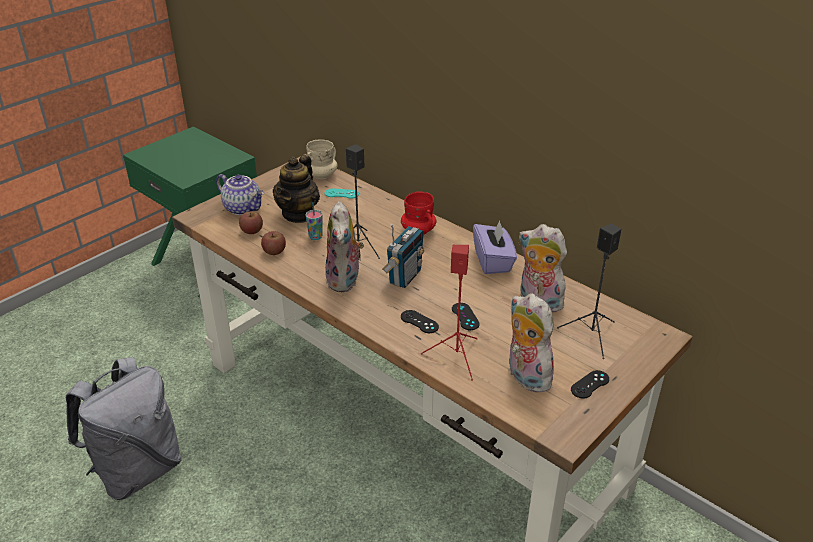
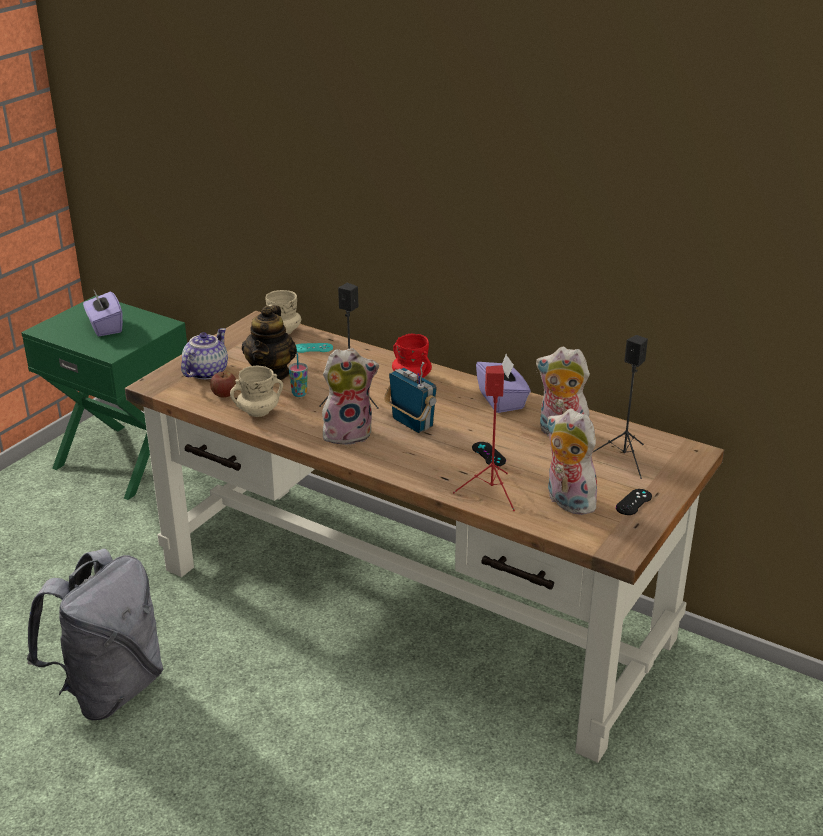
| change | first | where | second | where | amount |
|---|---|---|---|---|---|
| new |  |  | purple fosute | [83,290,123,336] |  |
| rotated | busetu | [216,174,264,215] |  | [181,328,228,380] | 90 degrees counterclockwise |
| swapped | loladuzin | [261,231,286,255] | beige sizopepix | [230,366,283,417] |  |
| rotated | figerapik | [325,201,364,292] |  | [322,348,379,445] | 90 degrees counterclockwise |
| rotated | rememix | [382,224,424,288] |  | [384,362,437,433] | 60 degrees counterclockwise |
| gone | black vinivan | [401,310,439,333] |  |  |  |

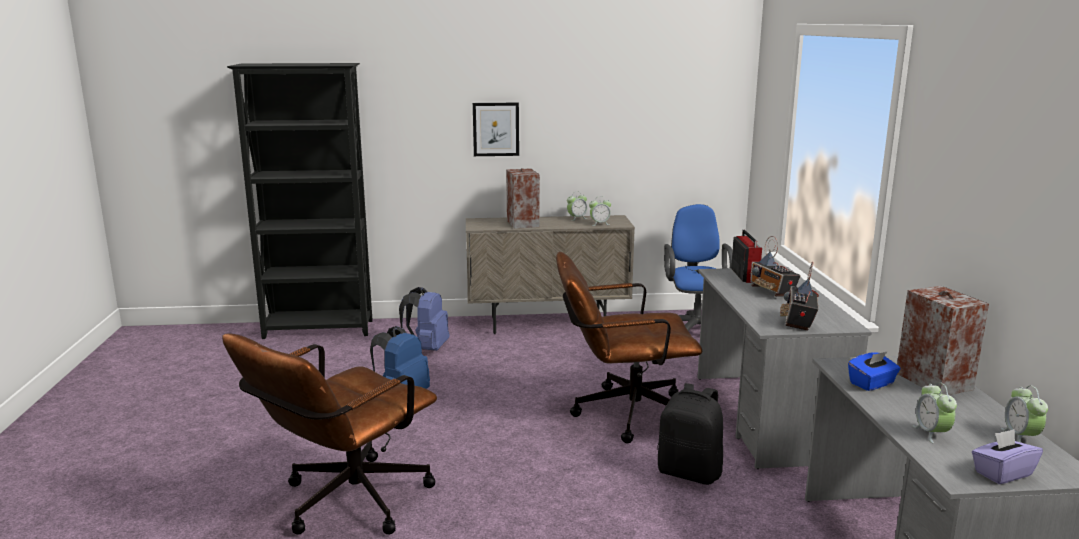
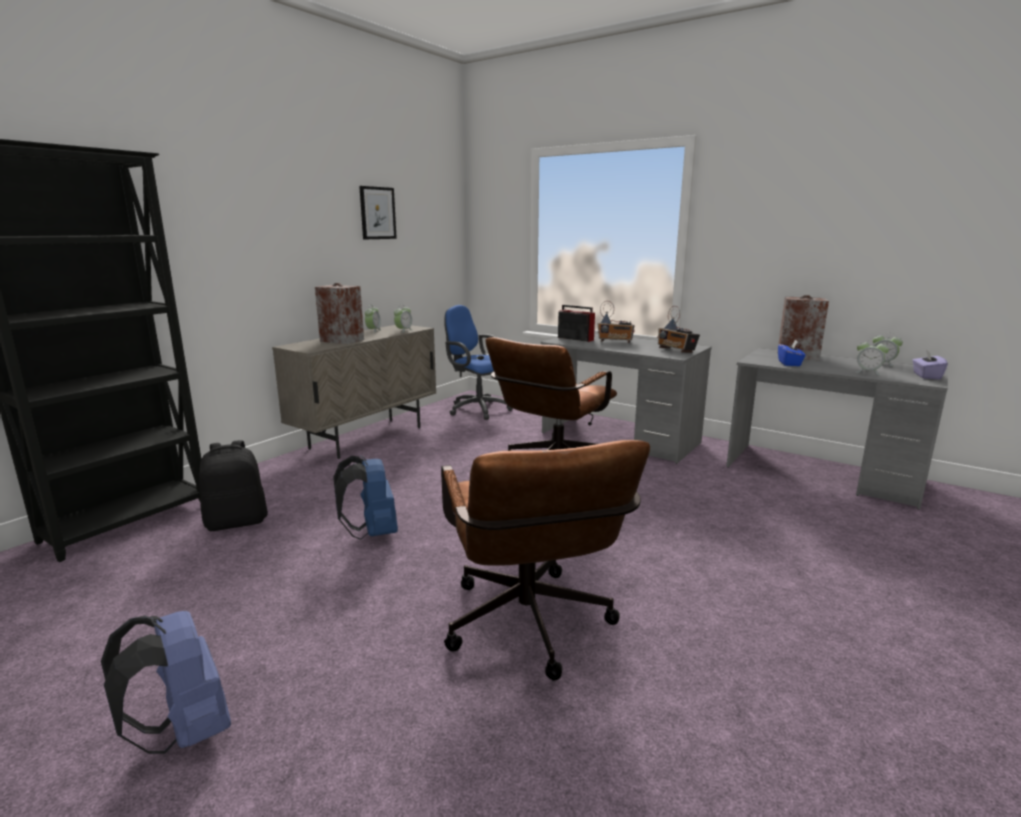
| change | first | where | second | where | amount |
|---|---|---|---|---|---|
| shifted | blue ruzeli | [399,287,450,351] |  | [101,611,231,754] |  |
| shifted | black ruzeli | [657,383,723,485] |  | [199,440,268,531] |  |
| shifted | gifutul | [473,103,519,156] |  | [359,186,397,239] |  |

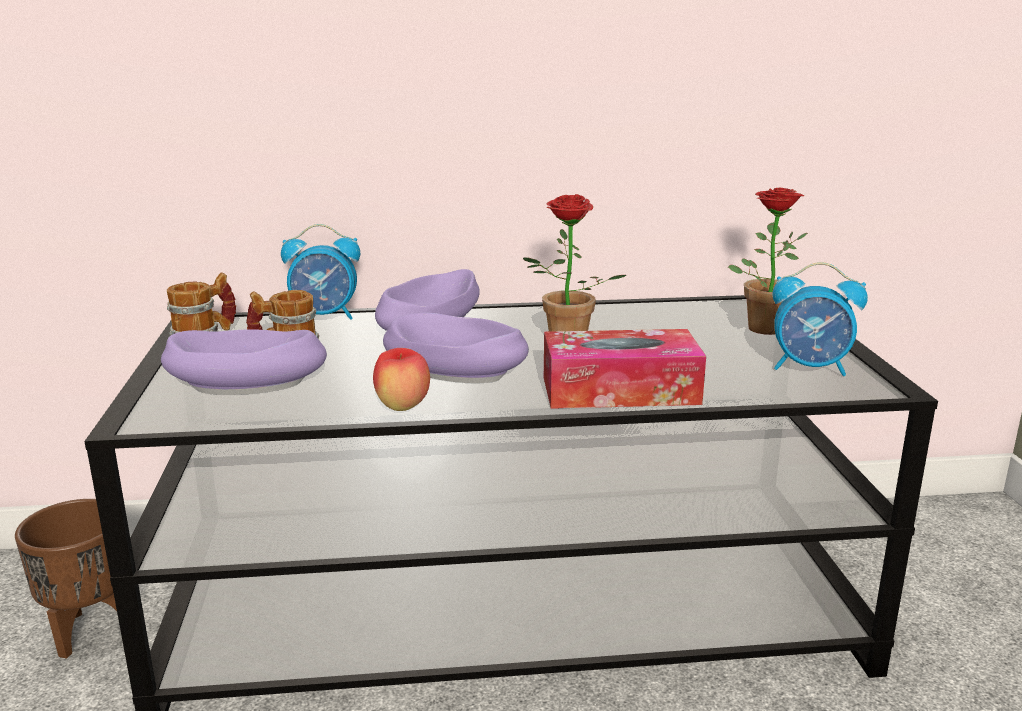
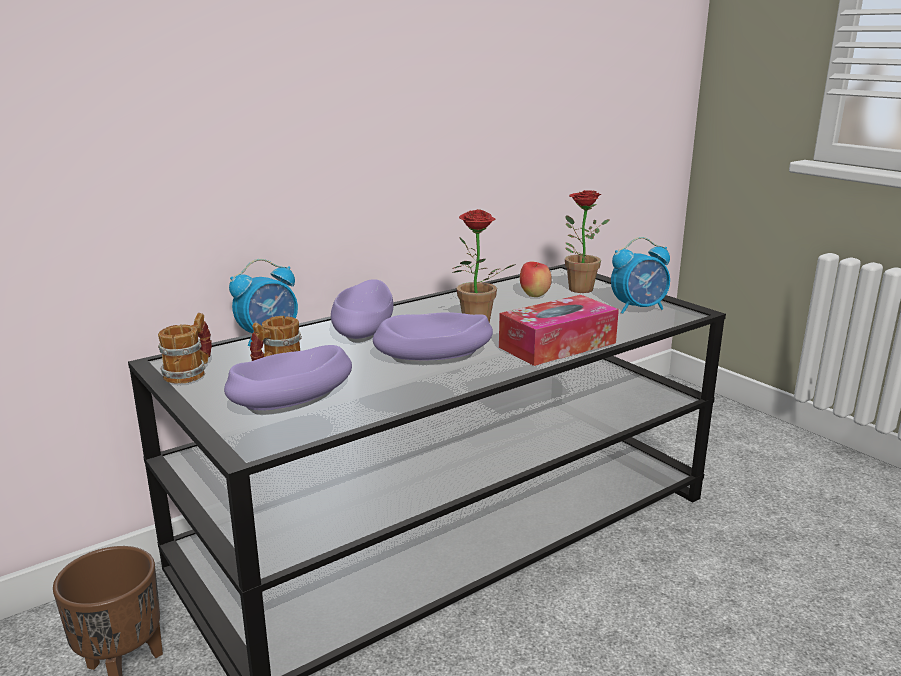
| change | first | where | second | where | amount |
|---|---|---|---|---|---|
| shifted | loladuzin | [373,348,430,411] |  | [520,262,552,297] |  |

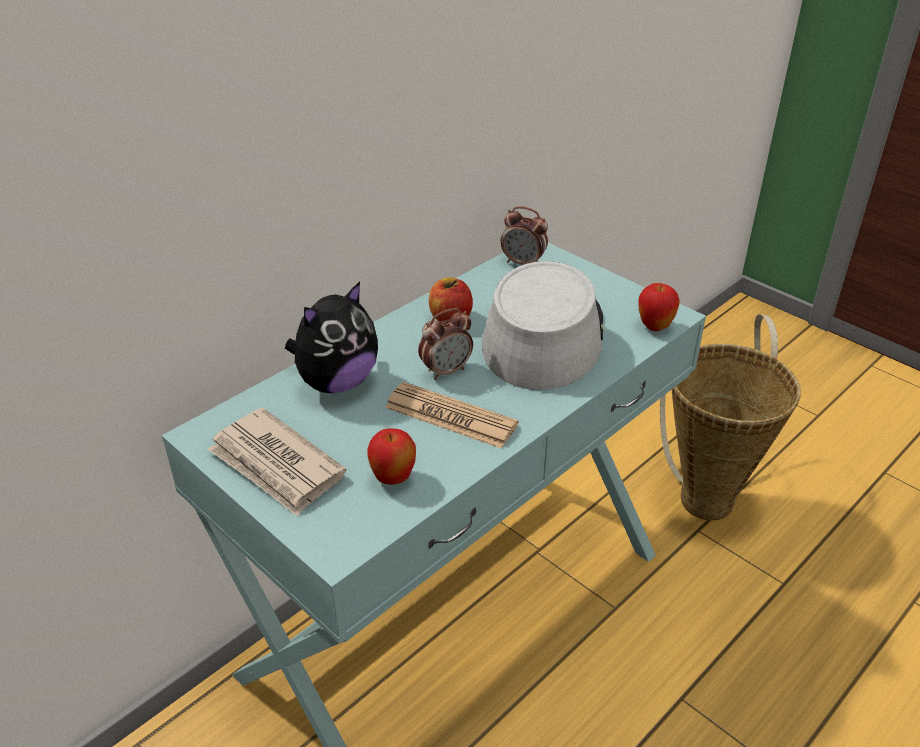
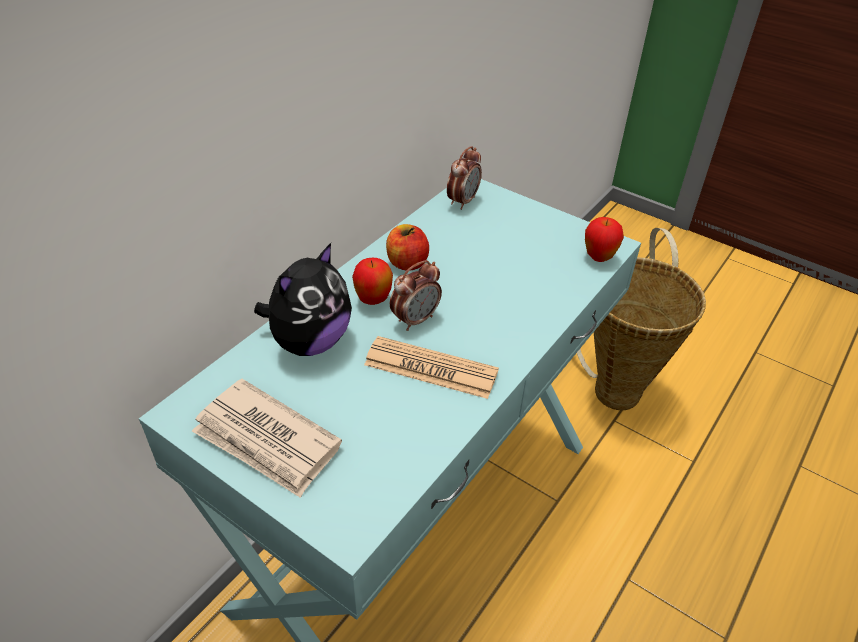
| change | first | where | second | where | amount |
|---|---|---|---|---|---|
| shifted | loladuzin | [367,428,416,485] |  | [352,258,393,305] |  |
| rotated | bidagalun | [501,206,548,265] |  | [447,146,482,210] | 75 degrees counterclockwise |
| gone | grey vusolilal | [482,261,604,390] |  |  |  |

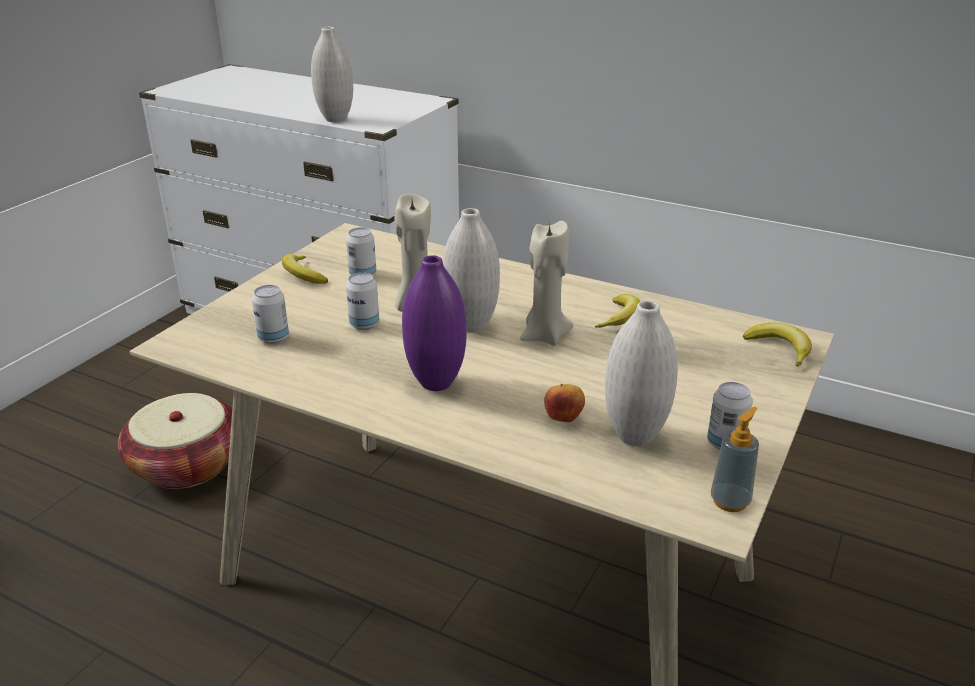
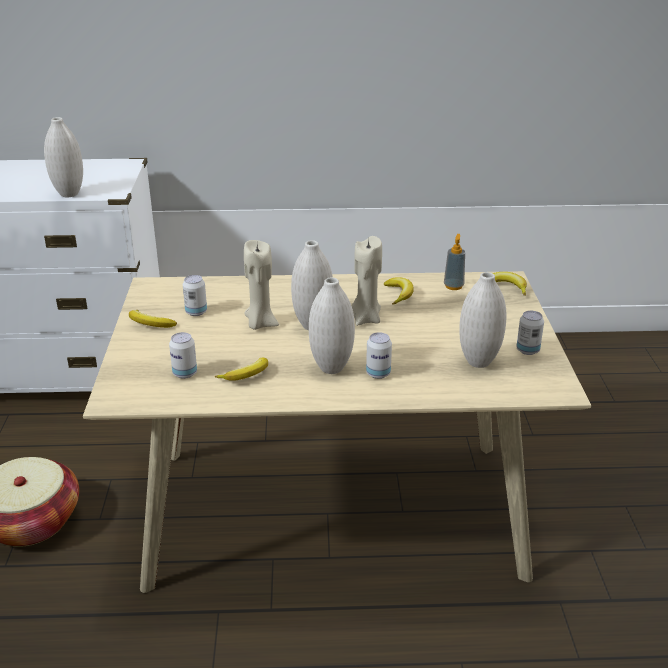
| change | first | where | second | where | amount |
|---|---|---|---|---|---|
| new |  |  | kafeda | [215,357,268,381] |  |
| repainted | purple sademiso | [402,255,467,391] | white sademiso | [309,277,355,374] |  |
| shifted | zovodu | [346,272,379,330] |  | [366,333,392,379] |  |
| shifted | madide | [711,407,759,512] |  | [444,234,465,290] |  |
| gone | loladuzin | [544,384,585,422] |  |  |  |

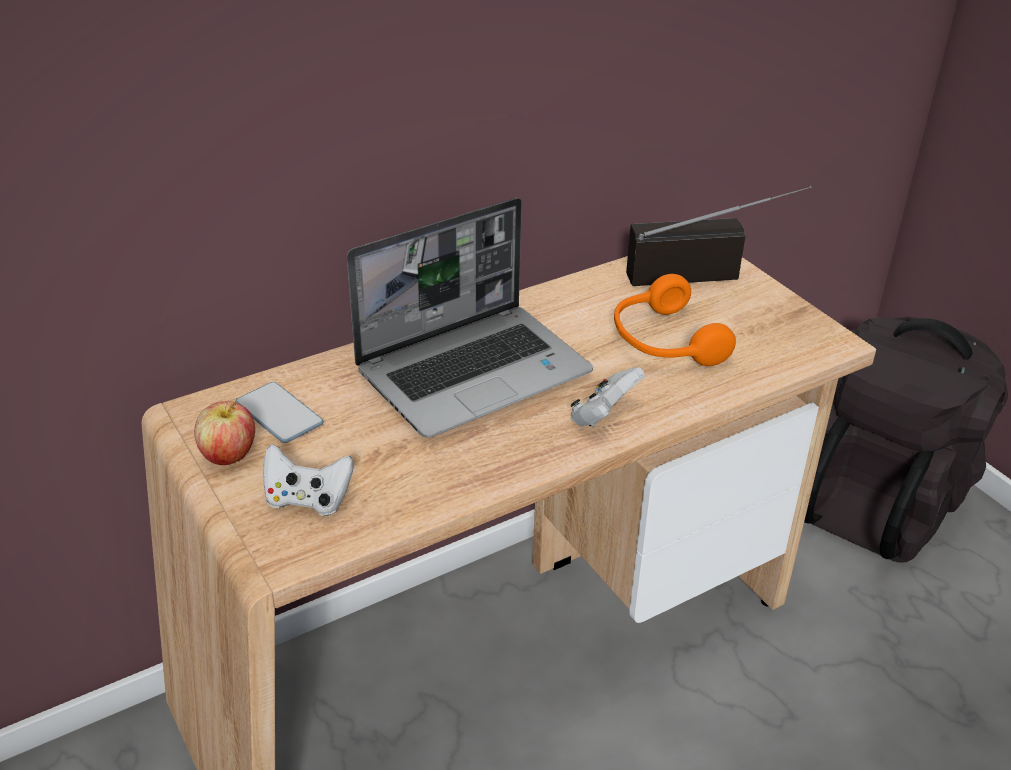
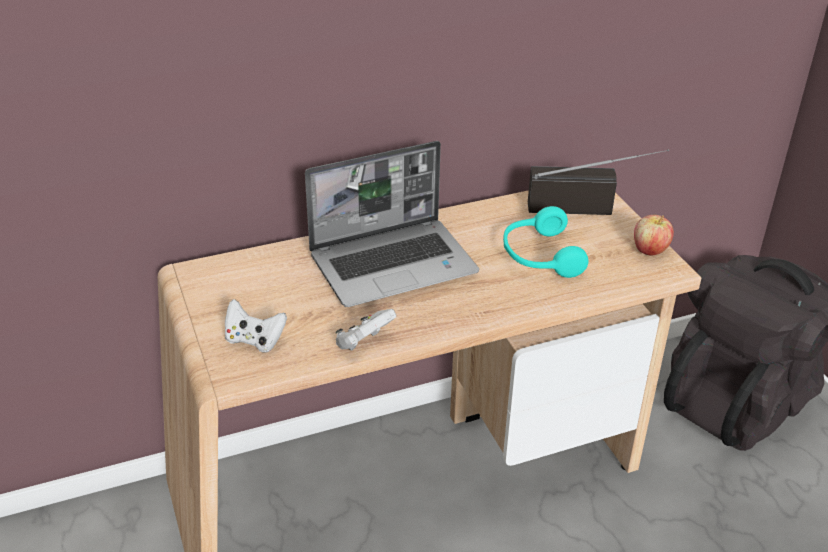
| change | first | where | second | where | amount |
|---|---|---|---|---|---|
| shifted | white vinivan | [571,367,645,426] |  | [336,309,397,351] |  |
| repainted | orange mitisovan | [614,274,736,366] | turquoise mitisovan | [503,206,588,278] |  |
| shifted | loladuzin | [194,401,255,465] |  | [634,215,674,255] |  |
| gone | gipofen | [235,382,323,443] |  |  |  |

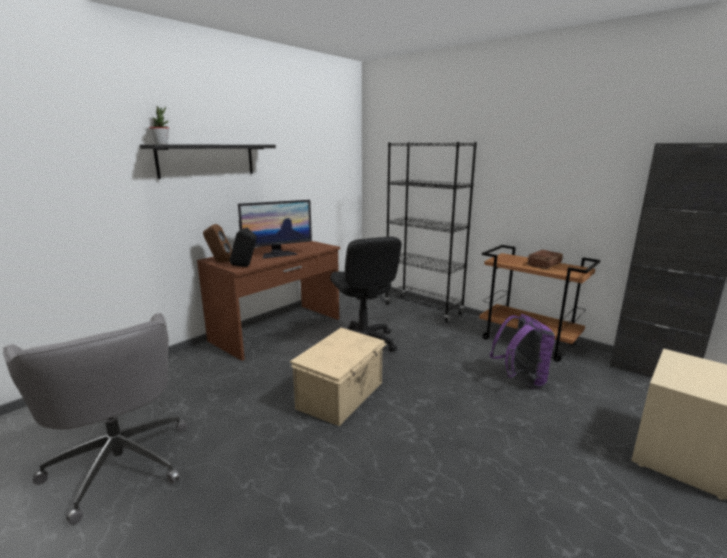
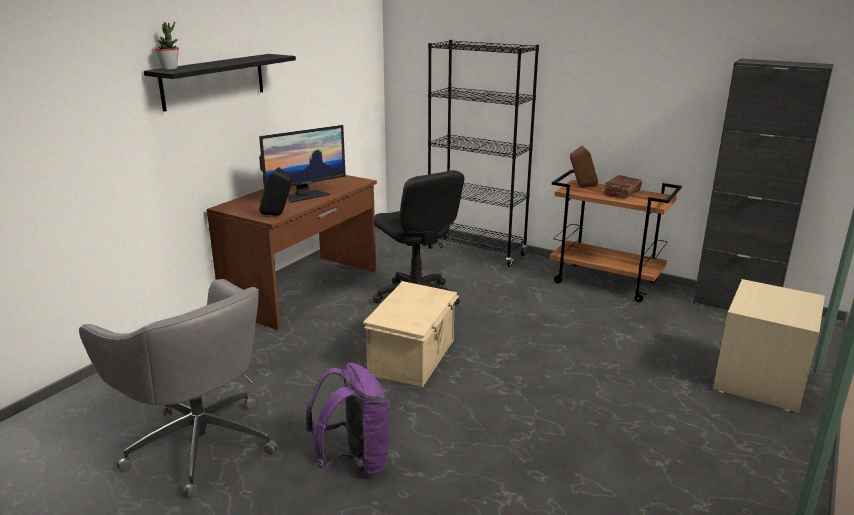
| change | first | where | second | where | amount |
|---|---|---|---|---|---|
| shifted | purple ruzeli | [490,314,555,389] |  | [306,363,390,478] |  |
| shifted | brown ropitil | [203,224,232,262] |  | [570,146,598,187] |  |

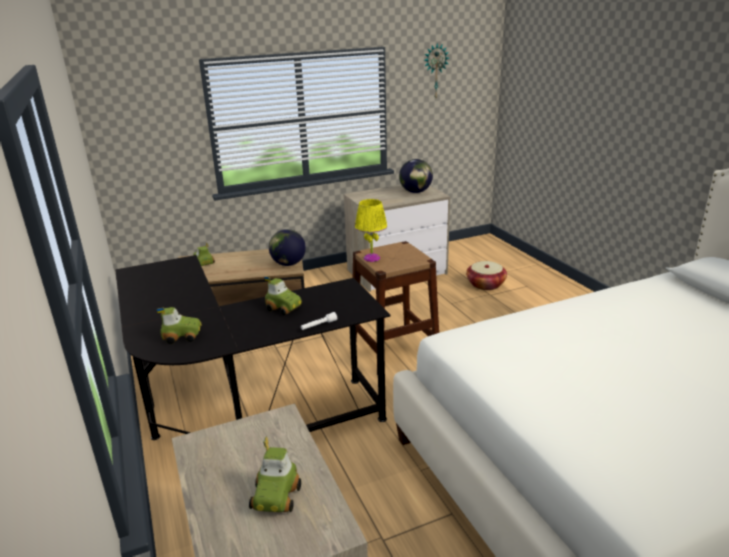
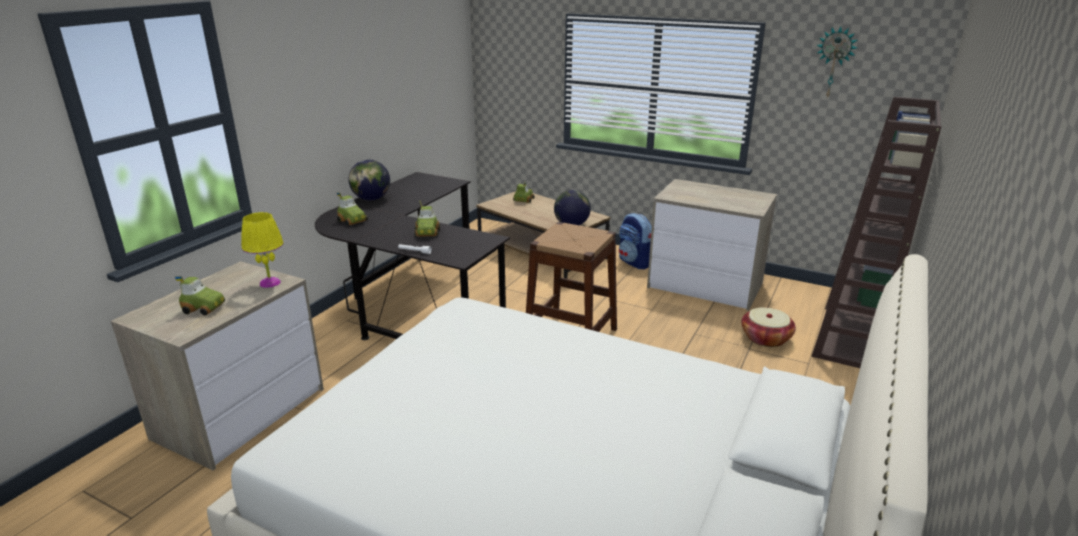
| change | first | where | second | where | amount |
|---|---|---|---|---|---|
| rotated | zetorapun | [249,437,301,512] |  | [175,276,225,315] | 135 degrees counterclockwise |
| shifted | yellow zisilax | [355,199,387,262] |  | [241,212,284,288] |  |
| shifted | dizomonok | [399,159,433,193] |  | [349,160,390,200] |  |
| new |  |  | ruzeli | [619,213,652,269] |  |
| new |  |  | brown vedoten | [812,97,942,368] |  |

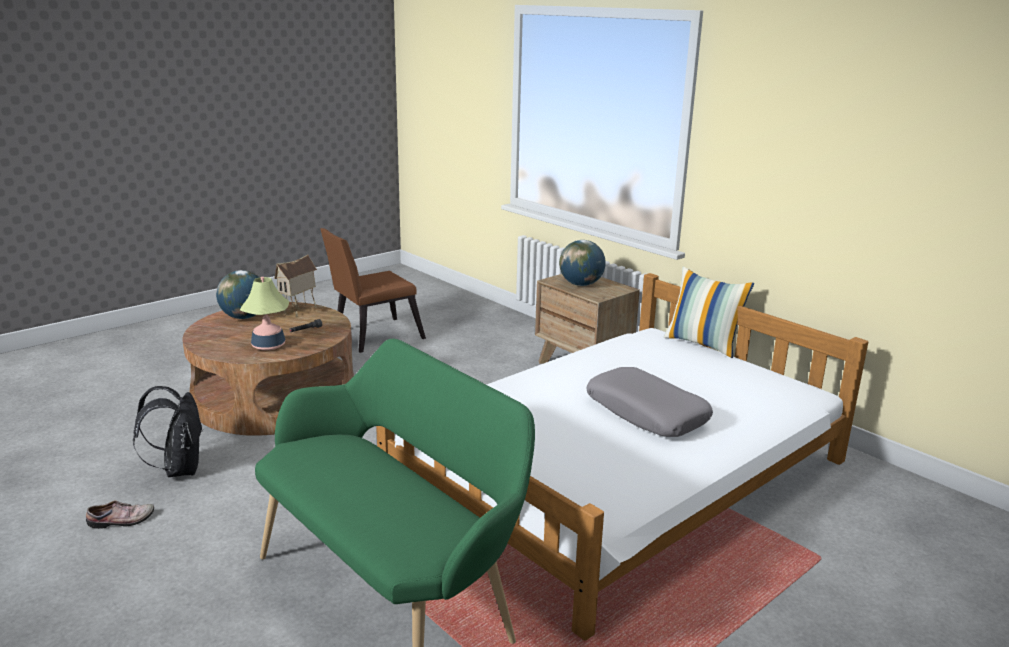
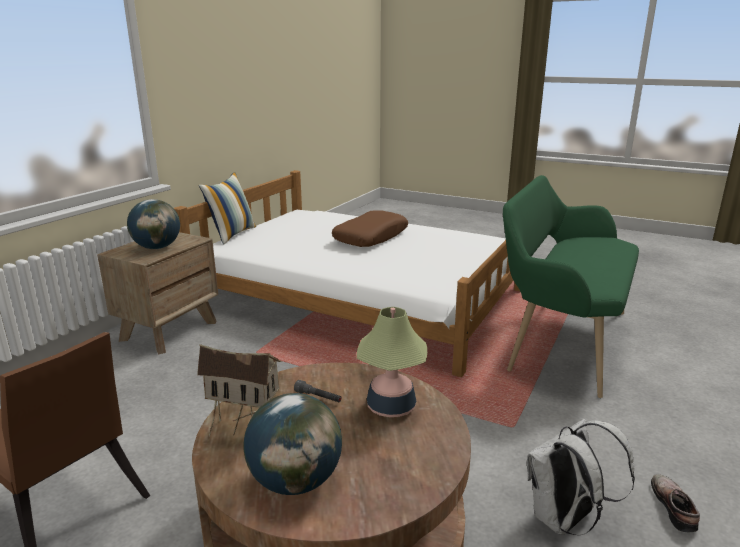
| change | first | where | second | where | amount |
|---|---|---|---|---|---|
| repainted | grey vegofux | [586,367,713,437] | brown vegofux | [332,211,408,247] |  |
| repainted | black ruzeli | [133,386,203,477] | white ruzeli | [527,419,635,535] |  |
| rotated | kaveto | [86,500,154,529] |  | [651,474,700,532] | 45 degrees clockwise |

